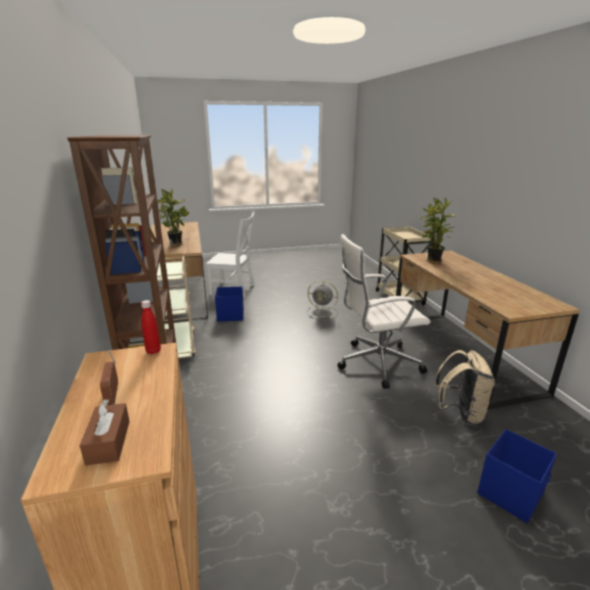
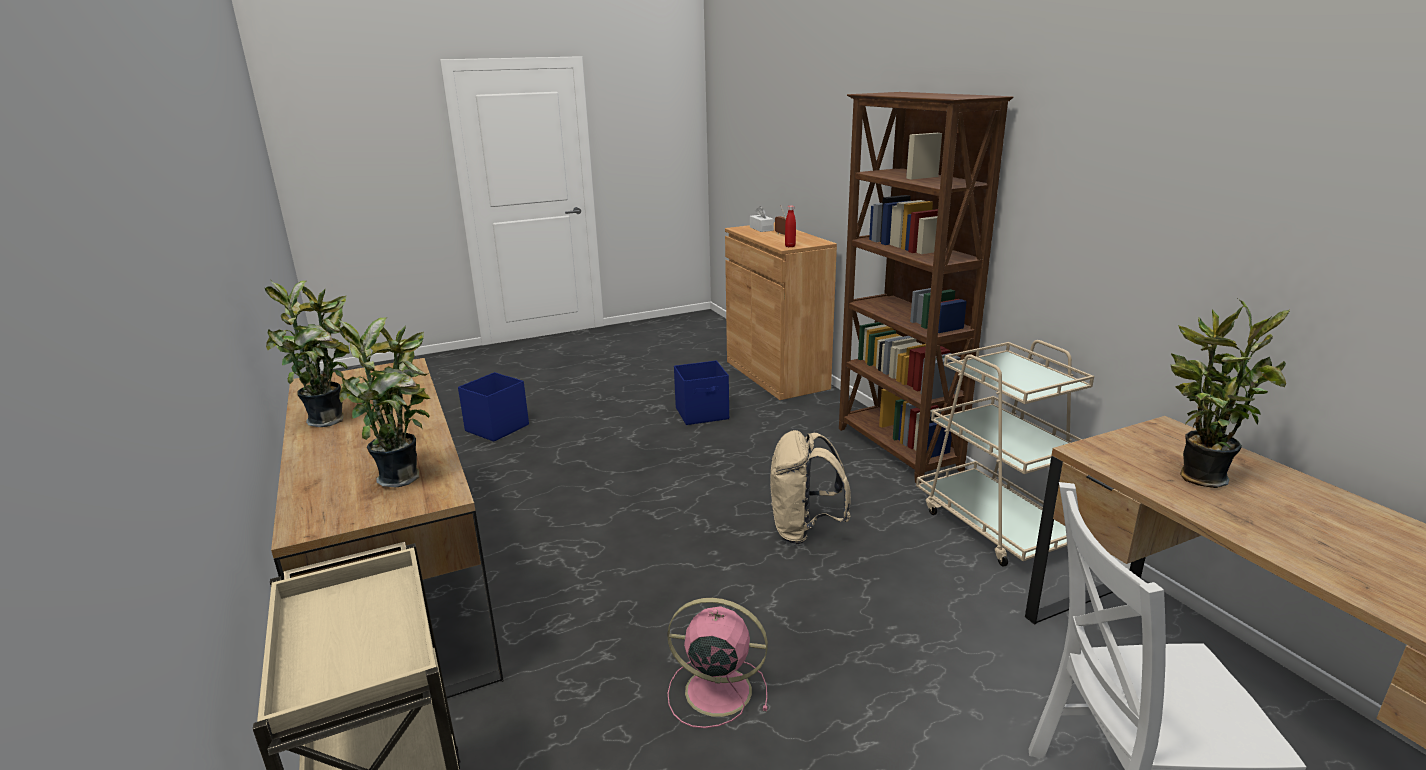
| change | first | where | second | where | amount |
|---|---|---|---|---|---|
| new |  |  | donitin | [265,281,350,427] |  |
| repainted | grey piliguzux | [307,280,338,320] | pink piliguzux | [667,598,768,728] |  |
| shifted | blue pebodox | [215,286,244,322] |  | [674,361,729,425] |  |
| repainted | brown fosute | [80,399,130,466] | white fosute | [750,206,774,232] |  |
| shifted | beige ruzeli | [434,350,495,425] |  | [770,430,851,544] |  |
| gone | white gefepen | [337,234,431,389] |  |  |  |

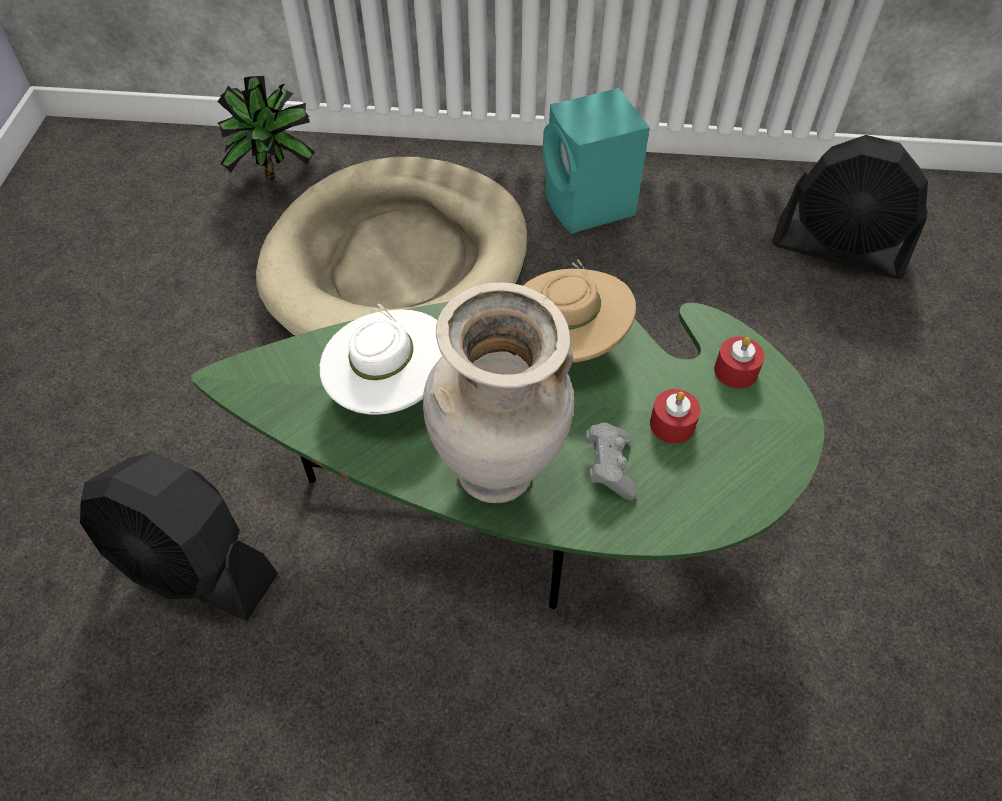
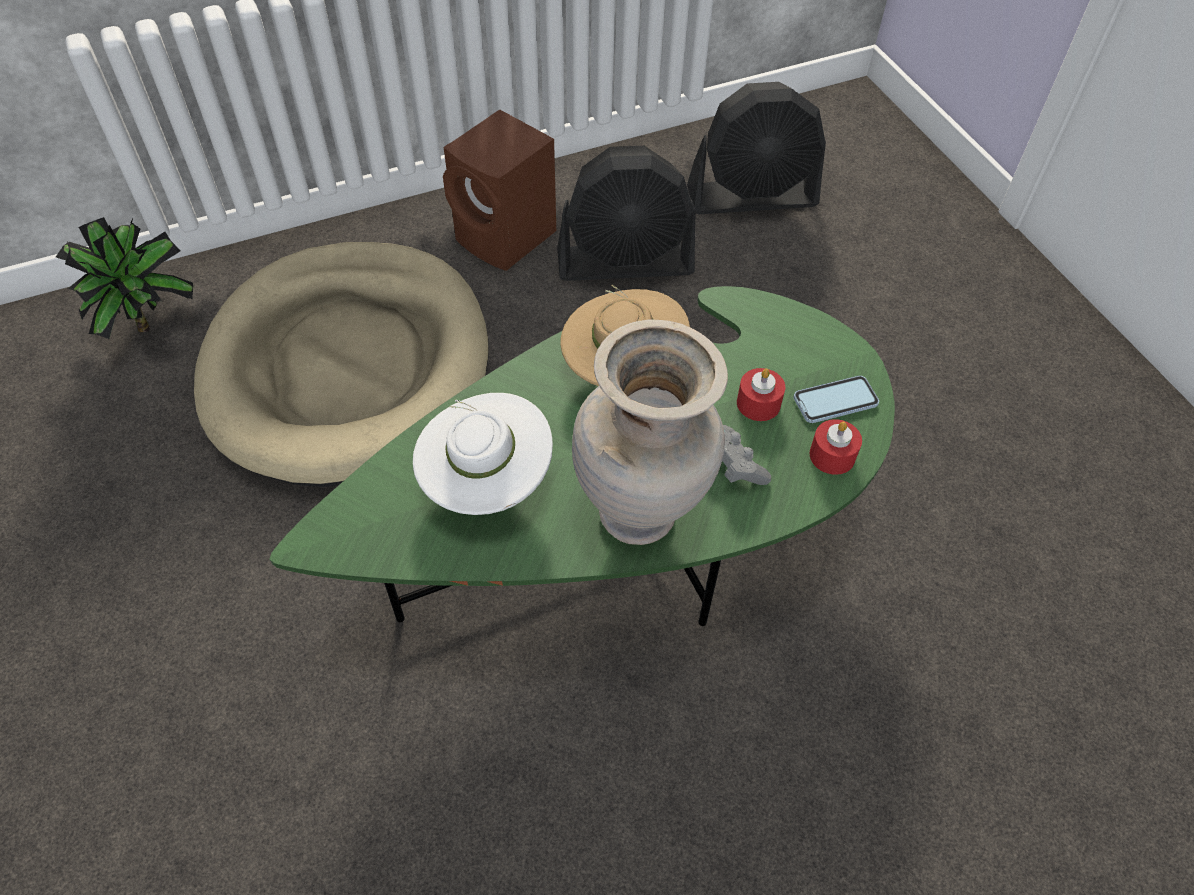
| change | first | where | second | where | amount |
|---|---|---|---|---|---|
| repainted | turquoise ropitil | [543,88,650,234] | brown ropitil | [443,109,556,271] |  |
| shifted | black piliguzux | [80,452,278,621] |  | [557,146,696,281] |  |
| new |  |  | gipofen | [793,376,879,423] |  |
| shifted | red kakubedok | [714,336,765,388] |  | [810,419,862,475] |  |

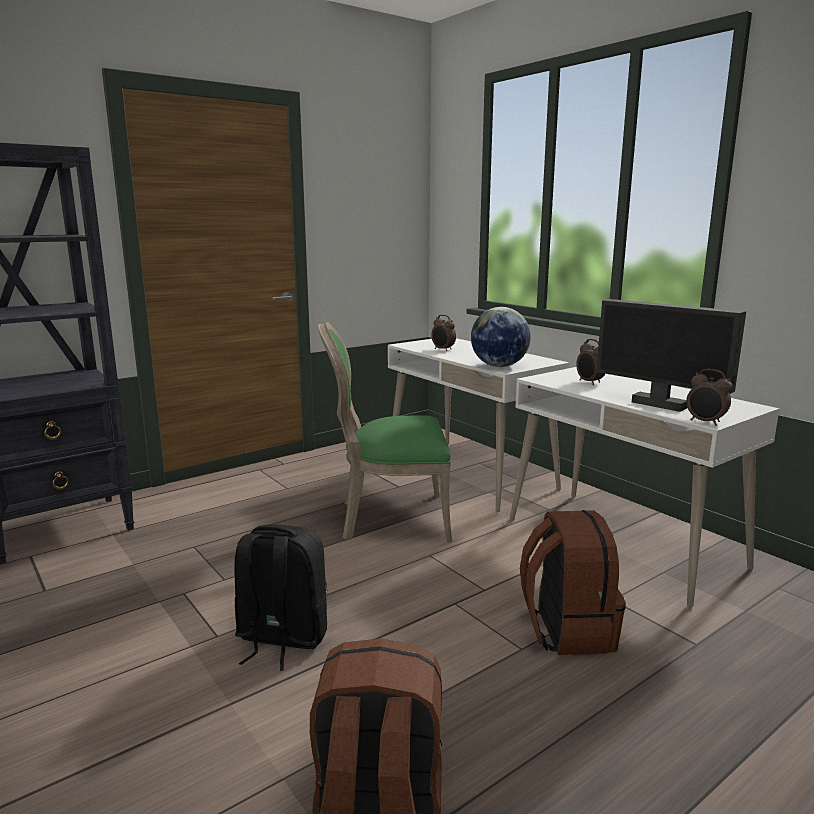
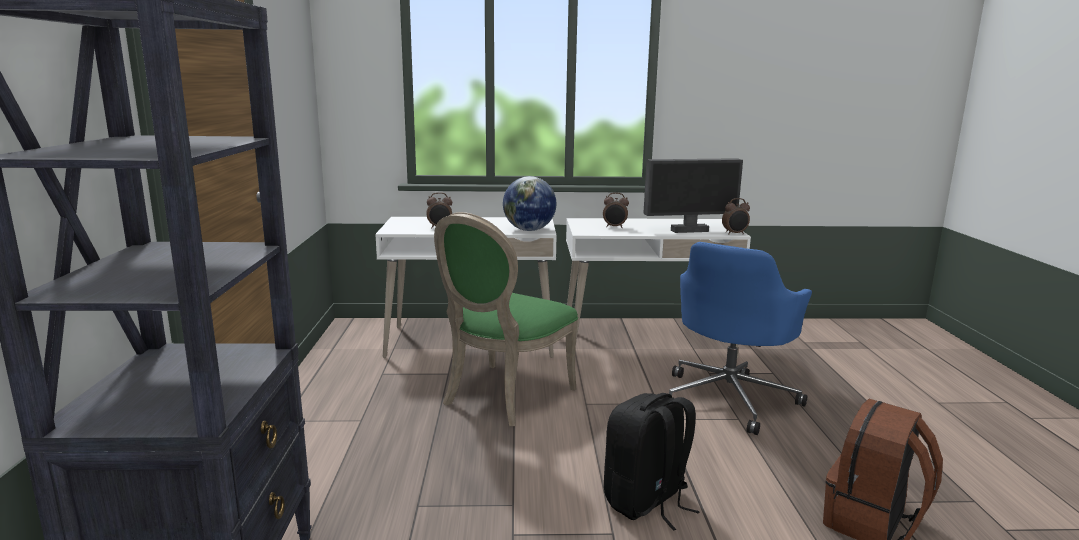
| change | first | where | second | where | amount |
|---|---|---|---|---|---|
| swapped | brown ruzeli | [520,510,626,655] | blue gefepen | [669,242,812,435] |  |

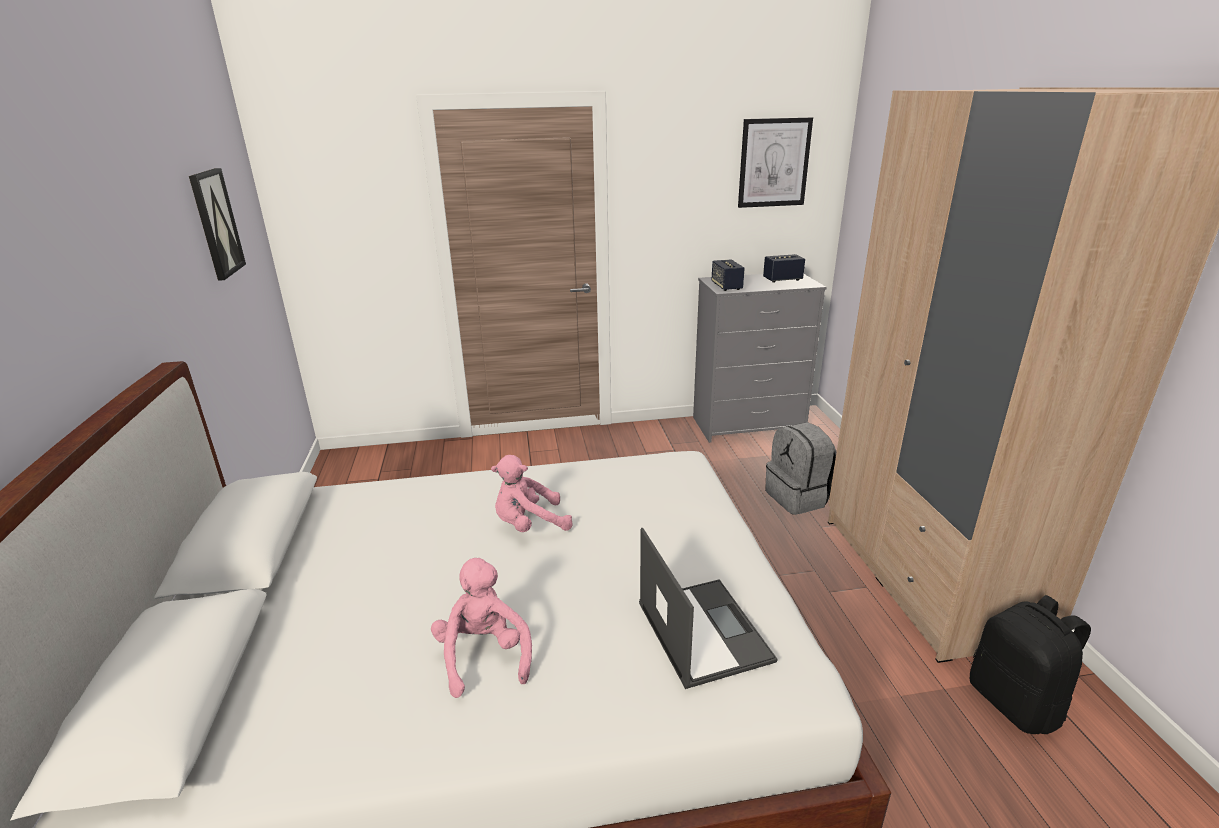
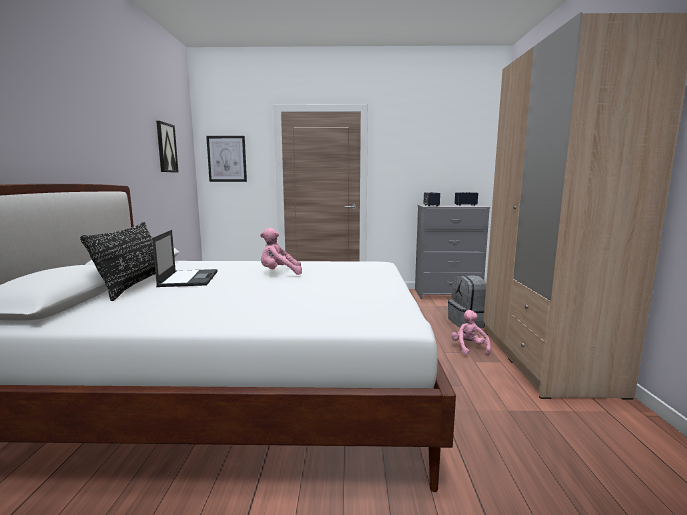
| change | first | where | second | where | amount |
|---|---|---|---|---|---|
| new |  |  | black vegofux | [80,222,156,301] |  |
| shifted | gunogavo | [639,528,778,689] |  | [152,230,218,287] |  |
| shifted | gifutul | [738,117,813,208] |  | [206,136,247,182] |  |
| shifted | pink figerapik | [431,558,532,698] |  | [451,310,491,356] |  |
| gone | black ruzeli | [970,595,1091,734] |  |  |  |

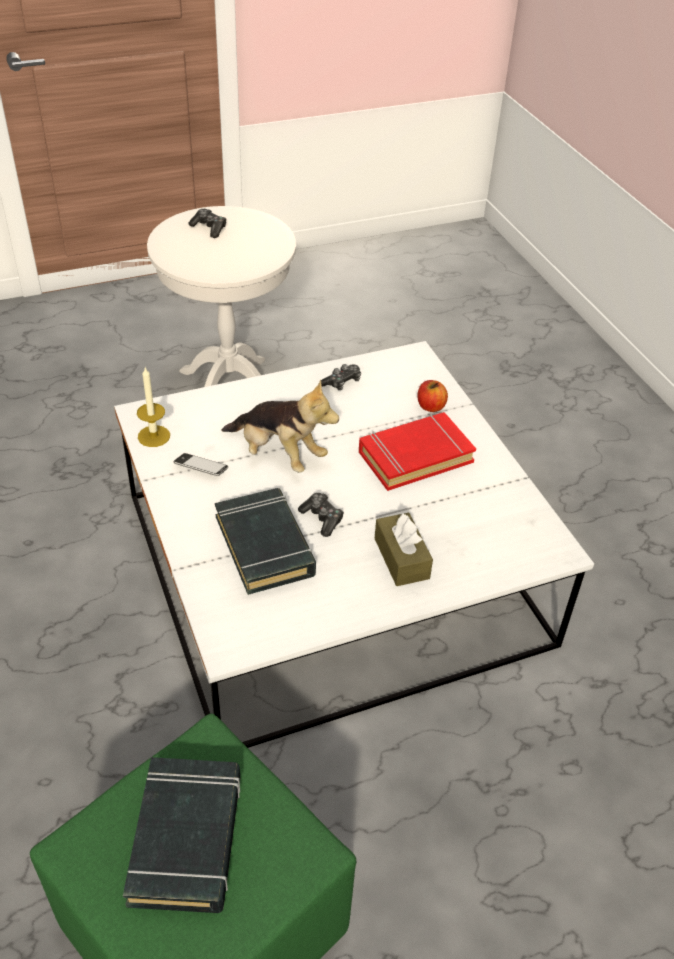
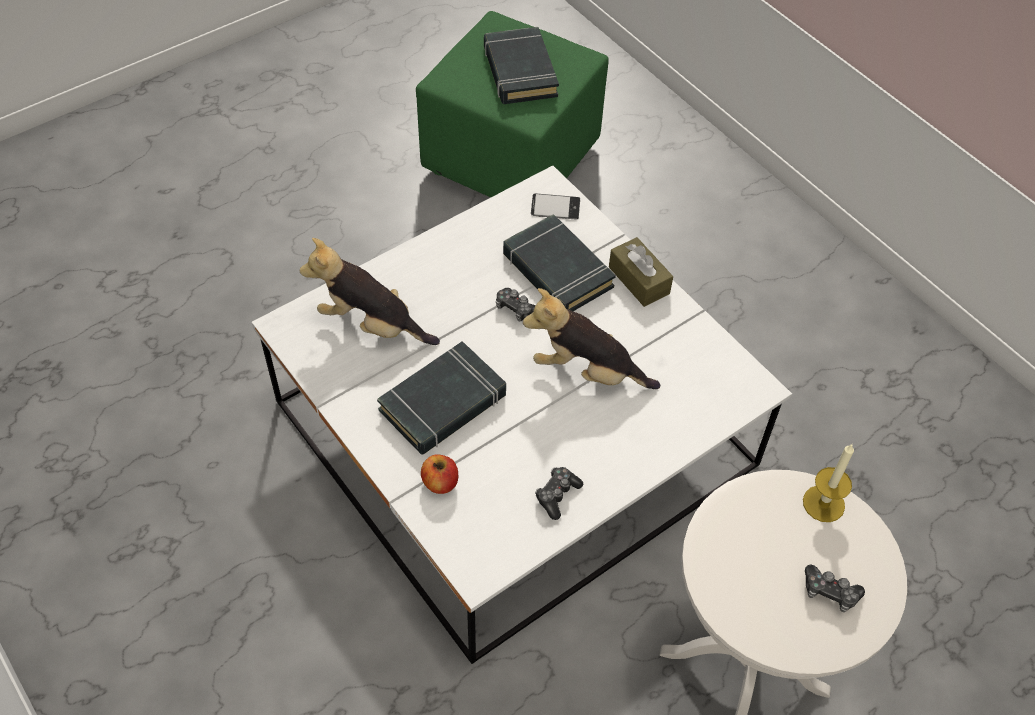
| change | first | where | second | where | amount |
|---|---|---|---|---|---|
| new |  |  | figerapik | [300,238,440,345] |  |
| repainted | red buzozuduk | [359,412,476,491] | black buzozuduk | [377,341,506,455] |  |
| shifted | gipofen | [174,453,228,476] |  | [531,193,580,220] |  |
| shifted | brown fosute | [374,512,433,586] |  | [609,237,673,307] |  |
| shifted | kakubedok | [137,368,170,447] |  | [803,444,854,522] |  |

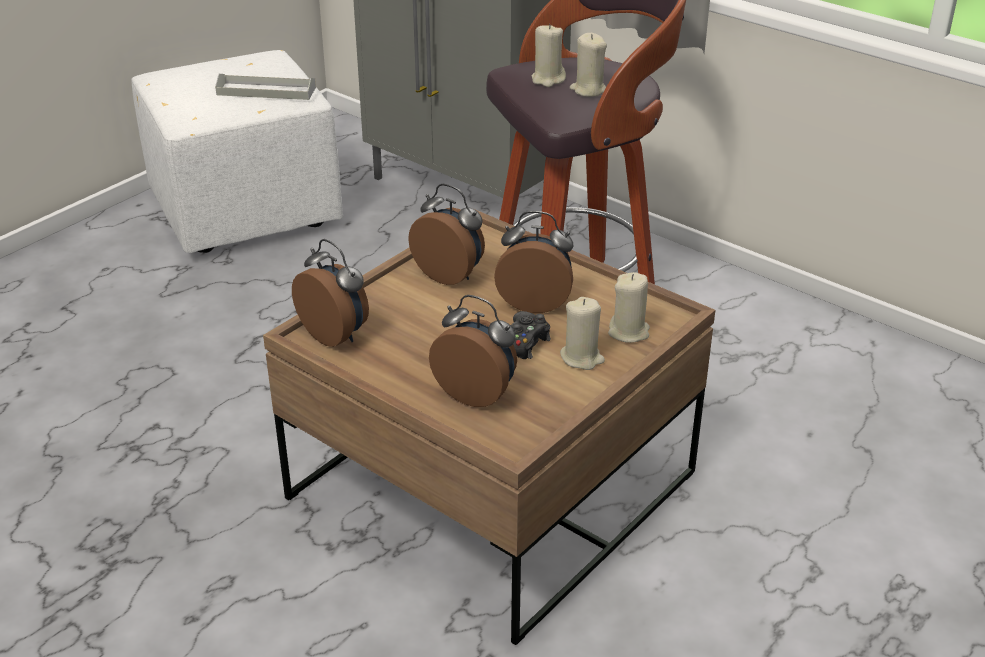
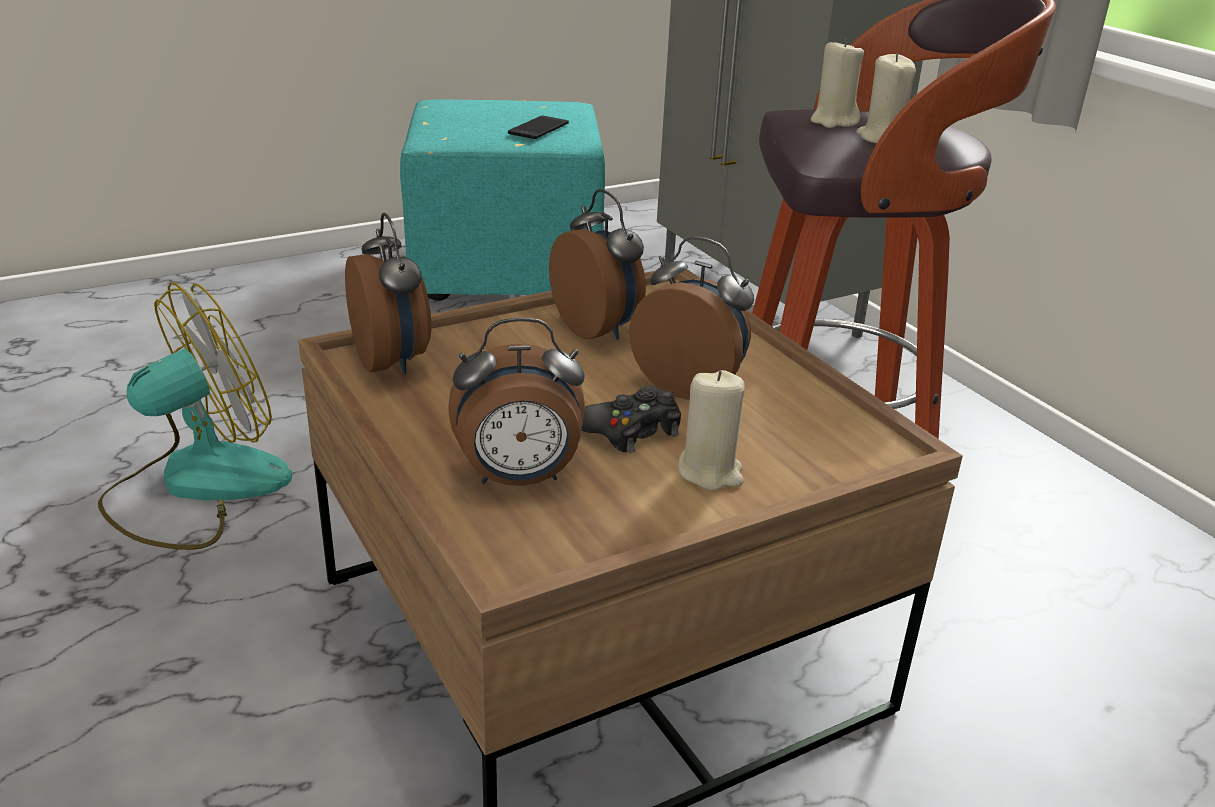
| change | first | where | second | where | amount |
|---|---|---|---|---|---|
| new |  |  | piliguzux | [98,282,292,550] |  |
| repainted | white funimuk | [131,50,343,253] | turquoise funimuk | [400,100,605,301] |  |
| rotated | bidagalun | [429,295,517,407] |  | [448,318,585,486] | 120 degrees clockwise |
| swapped | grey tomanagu | [215,74,316,100] | gipofen | [508,116,569,139] |  |
| gone | beige kakubedok | [608,272,650,343] |  |  |  |

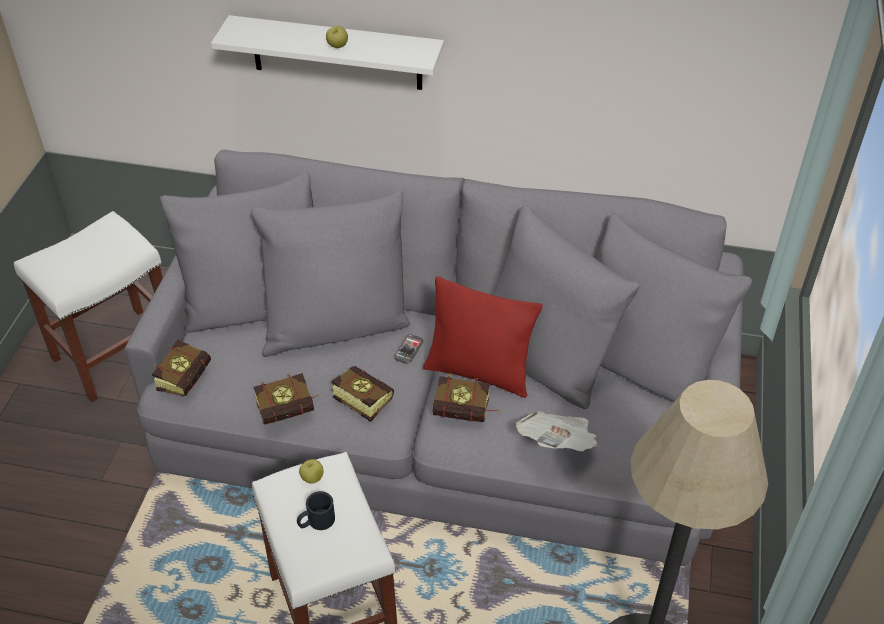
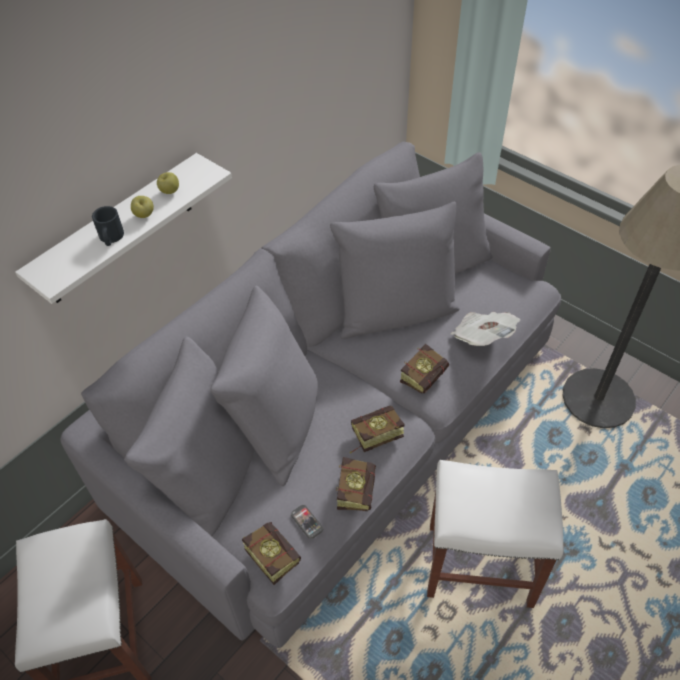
| change | first | where | second | where | amount |
|---|---|---|---|---|---|
| shifted | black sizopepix | [297,491,335,530] |  | [92,206,124,246] |  |
| shifted | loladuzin | [299,459,323,484] |  | [157,172,179,194] |  |
| shifted | gipofen | [394,334,424,364] |  | [291,505,324,539] |  |
| gone | red vegofux | [423,276,543,398] |  |  |  |

